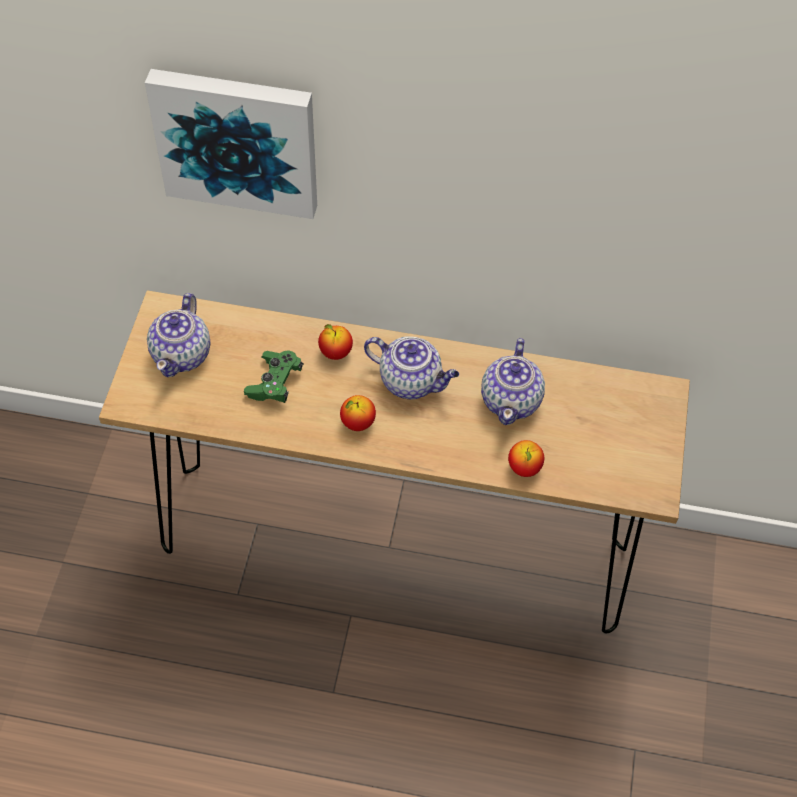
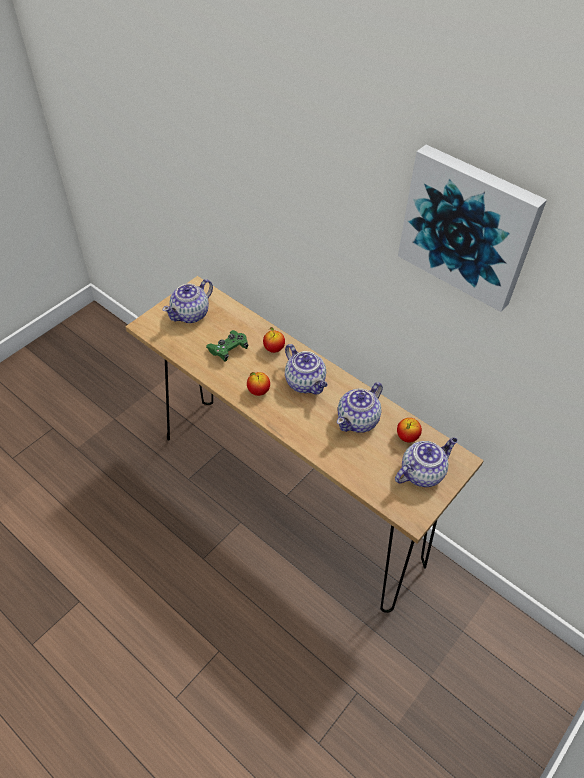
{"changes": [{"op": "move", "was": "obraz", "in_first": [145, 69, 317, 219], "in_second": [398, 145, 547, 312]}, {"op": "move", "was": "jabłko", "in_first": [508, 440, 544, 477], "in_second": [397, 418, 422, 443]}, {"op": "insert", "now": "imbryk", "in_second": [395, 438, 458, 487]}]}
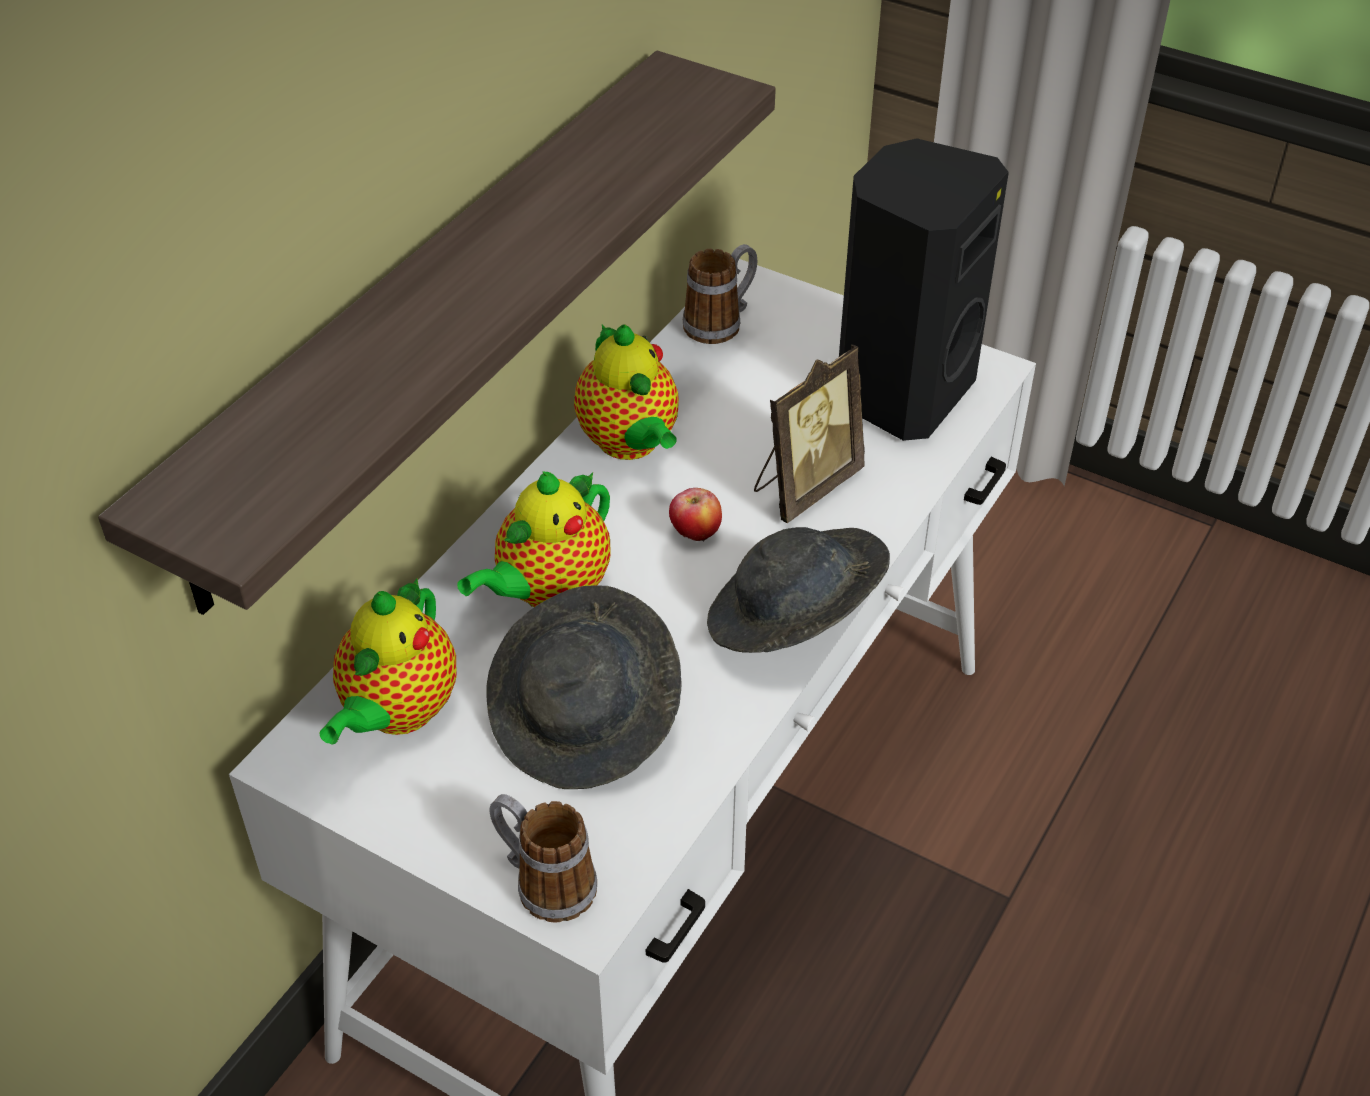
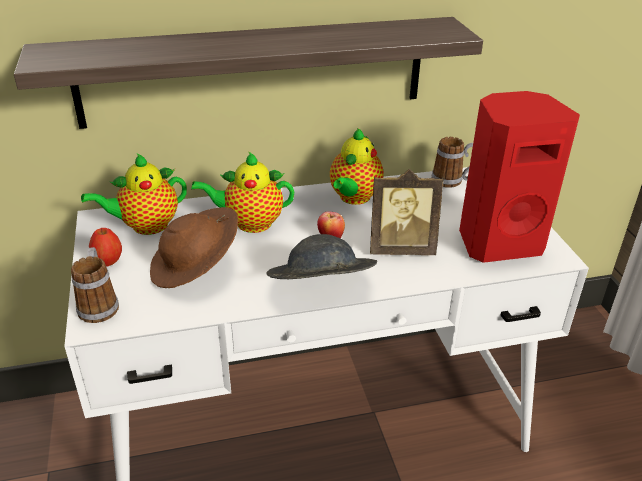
{"changes": [{"op": "recolor", "was": "głośnik [czarny]", "now": "głośnik [czerwony]", "in_first": [839, 138, 1009, 441], "in_second": [459, 91, 580, 263]}, {"op": "recolor", "was": "kapelusz [szary]", "now": "kapelusz [brązowy]", "in_first": [486, 585, 681, 789], "in_second": [150, 207, 238, 288]}, {"op": "insert", "now": "jabłko", "in_second": [89, 228, 122, 267]}]}
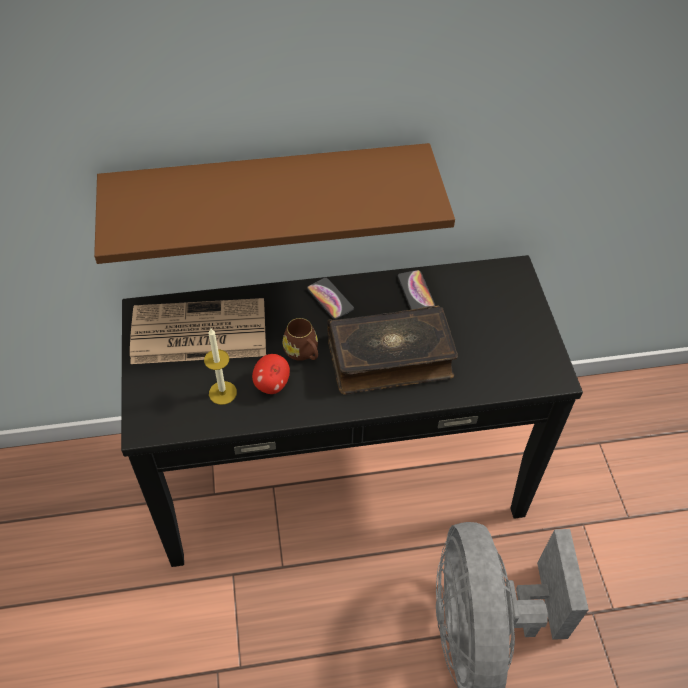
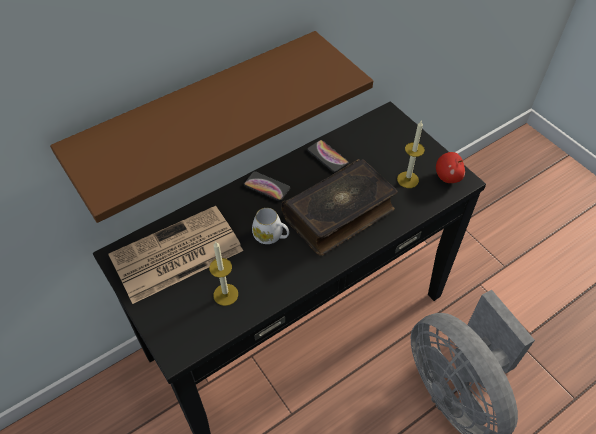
{"changes": [{"op": "recolor", "was": "kubek [brązowy]", "now": "kubek [biały]", "in_first": [283, 318, 318, 361], "in_second": [252, 208, 289, 244]}, {"op": "move", "was": "jabłko", "in_first": [252, 354, 290, 394], "in_second": [436, 152, 465, 183]}, {"op": "insert", "now": "świeca", "in_second": [397, 121, 425, 188]}]}
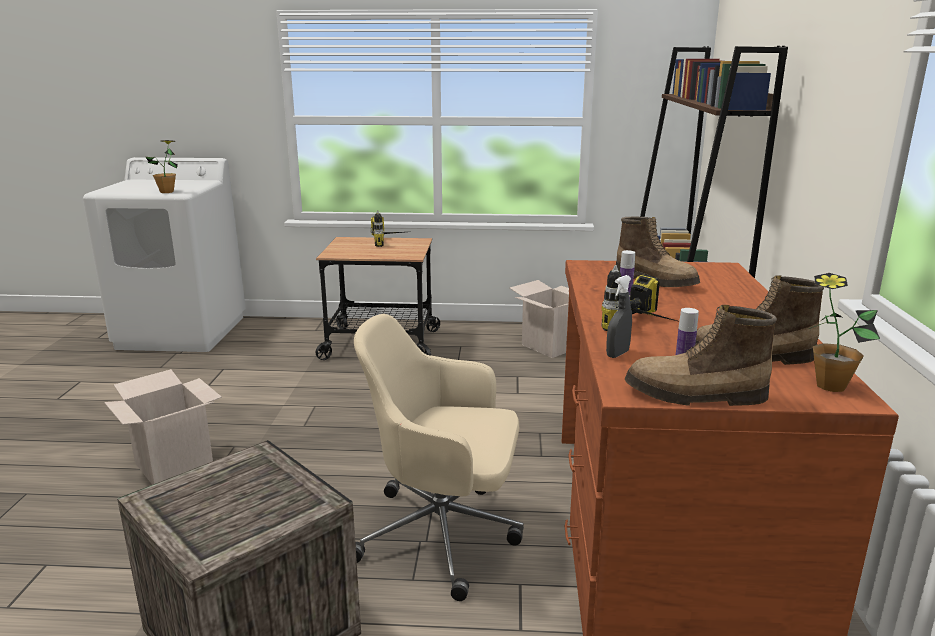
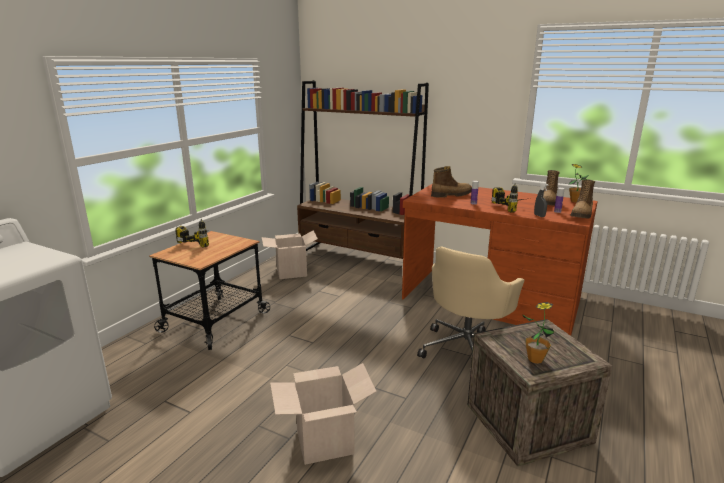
{"changes": [{"op": "move", "was": "roślina doniczkowa", "in_first": [146, 140, 178, 193], "in_second": [522, 302, 555, 364]}]}
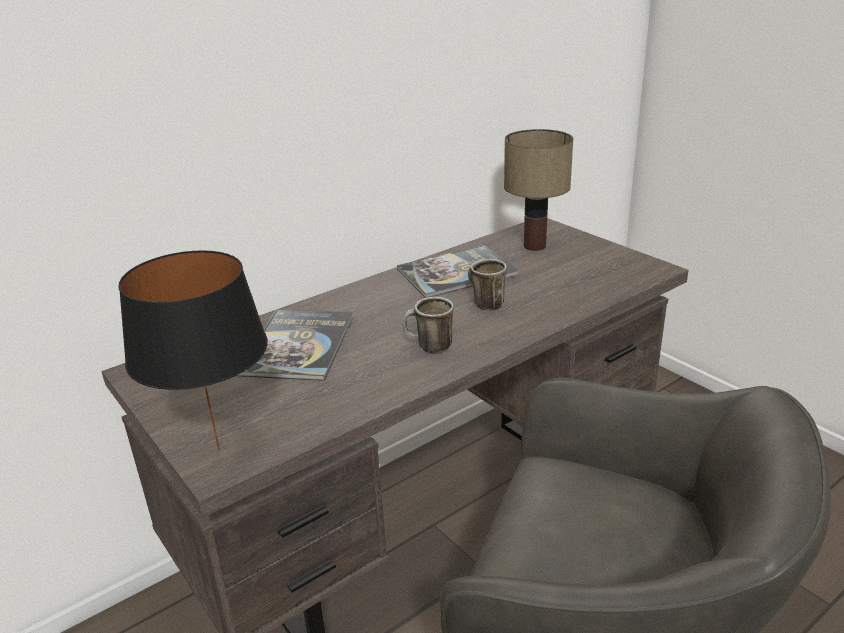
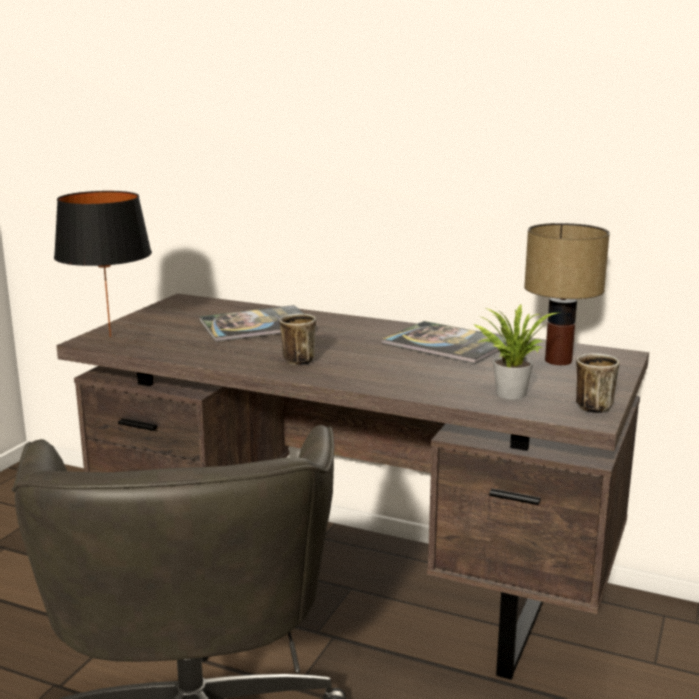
{"changes": [{"op": "move", "was": "kubek", "in_first": [468, 259, 507, 311], "in_second": [576, 353, 619, 413]}, {"op": "insert", "now": "roślina doniczkowa", "in_second": [473, 304, 557, 400]}]}
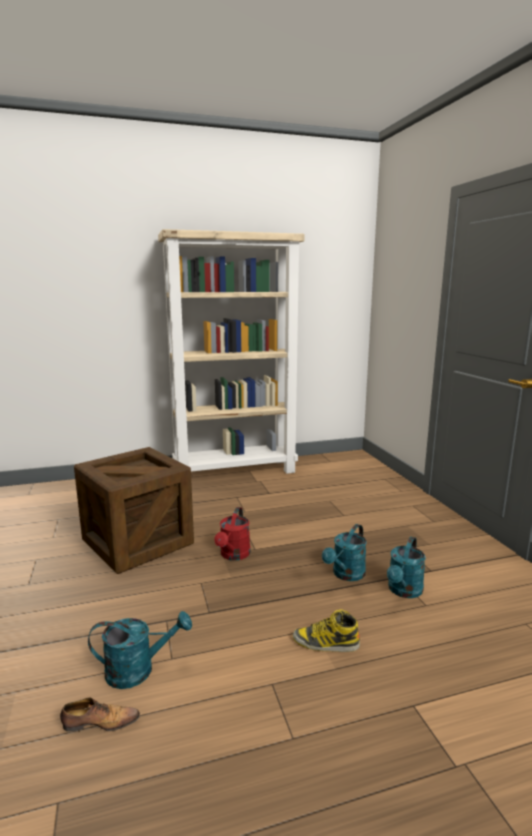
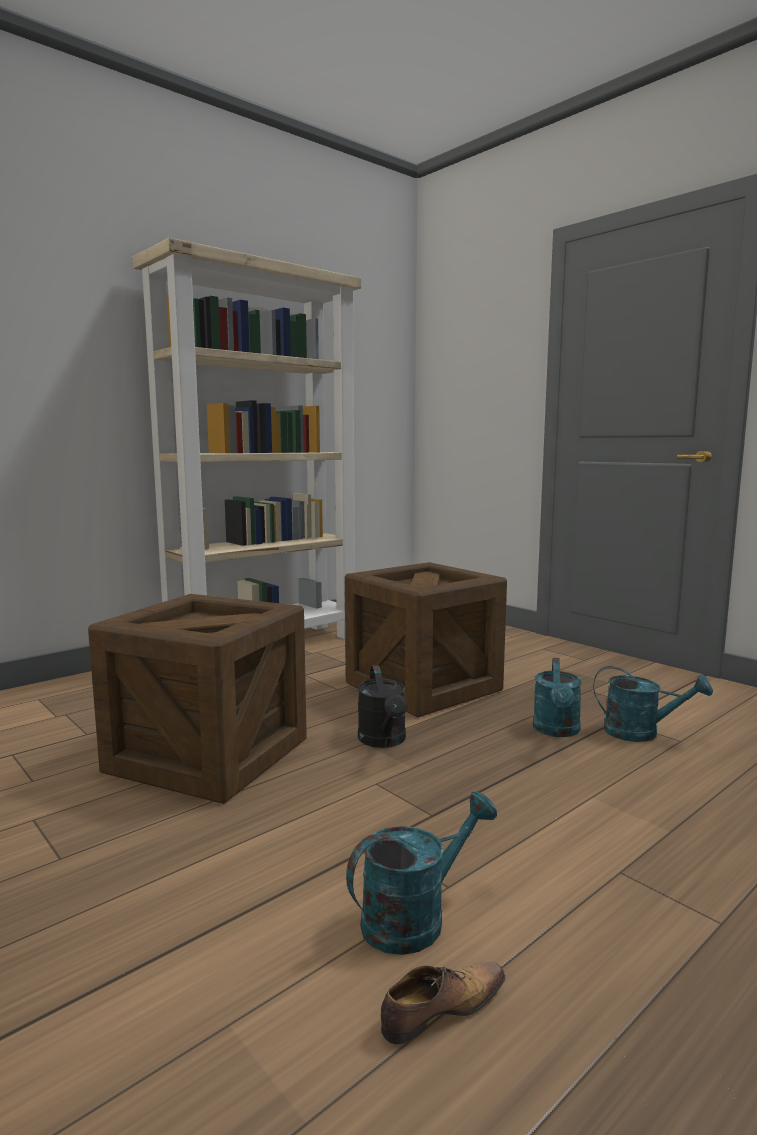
{"changes": [{"op": "recolor", "was": "konewka [czerwony]", "now": "konewka [czarny]", "in_first": [214, 507, 251, 561], "in_second": [358, 665, 408, 748]}, {"op": "rotate", "was": "konewka [turkusowy]", "in_first": [387, 537, 426, 598], "in_second": [593, 666, 713, 742], "clockwise": -75}, {"op": "delete", "was": "but z cholewką", "in_first": [293, 609, 360, 652]}, {"op": "insert", "now": "skrzynka", "in_second": [345, 562, 507, 717]}]}
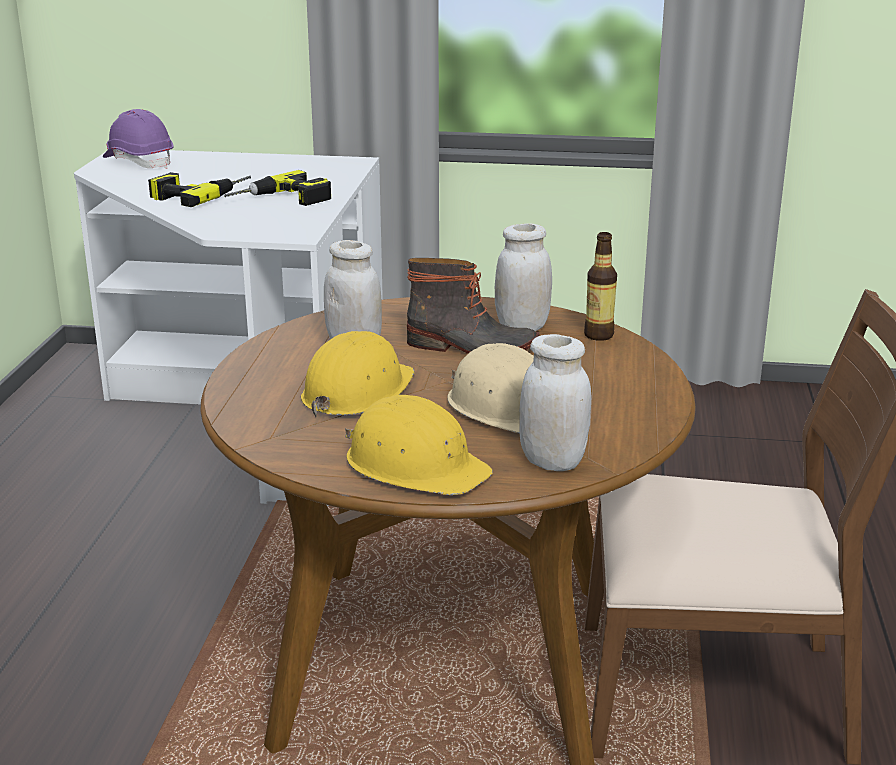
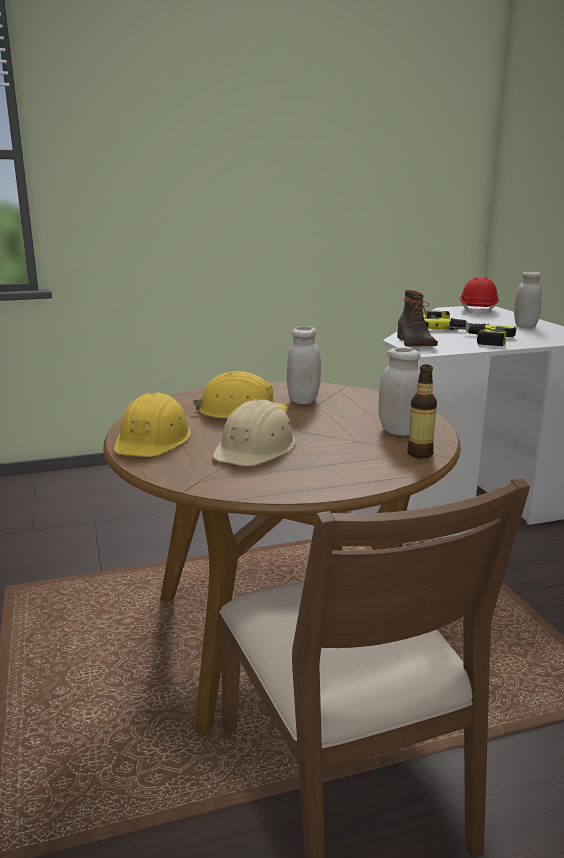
{"changes": [{"op": "recolor", "was": "kask [fioletowy]", "now": "kask [czerwony]", "in_first": [103, 109, 173, 169], "in_second": [459, 277, 499, 316]}, {"op": "move", "was": "but z cholewką", "in_first": [407, 258, 540, 354], "in_second": [397, 290, 438, 347]}, {"op": "move", "was": "słoik [biały]", "in_first": [519, 334, 591, 471], "in_second": [514, 271, 542, 328]}]}
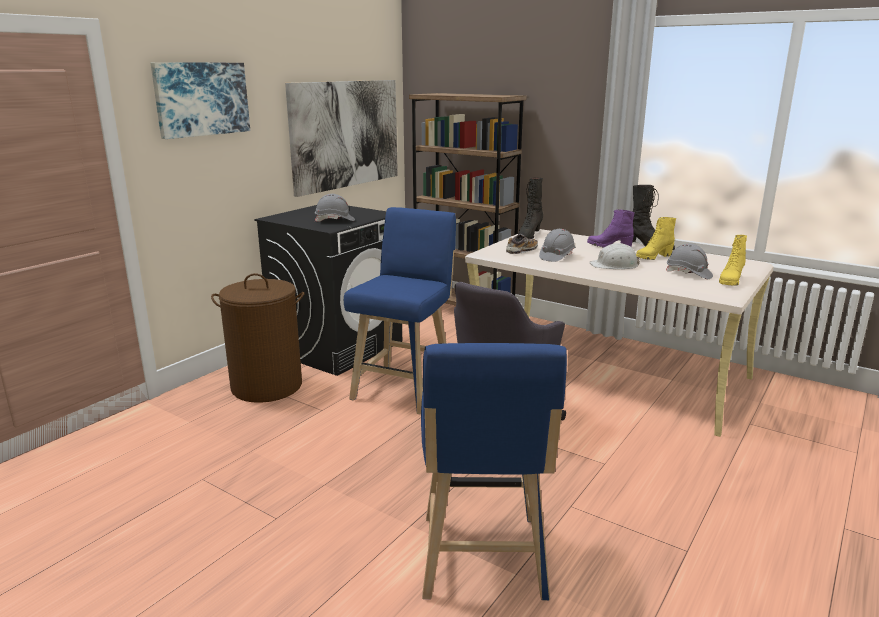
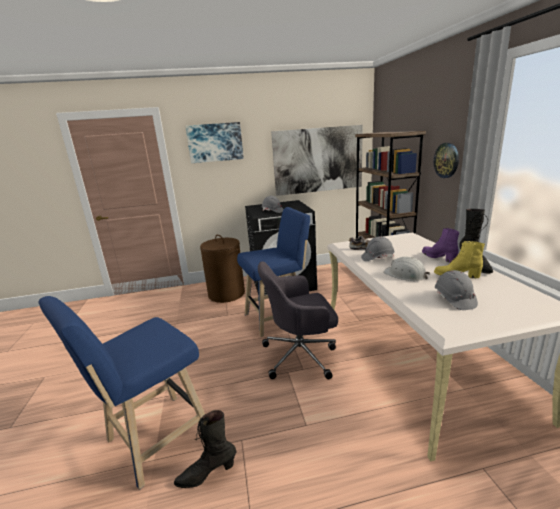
{"changes": [{"op": "move", "was": "but z cholewką [czarny]", "in_first": [518, 177, 543, 239], "in_second": [174, 410, 237, 488]}, {"op": "delete", "was": "but z cholewką [żółty]", "in_first": [719, 235, 747, 286]}, {"op": "insert", "now": "zegar ścienny", "in_second": [434, 143, 459, 178]}]}
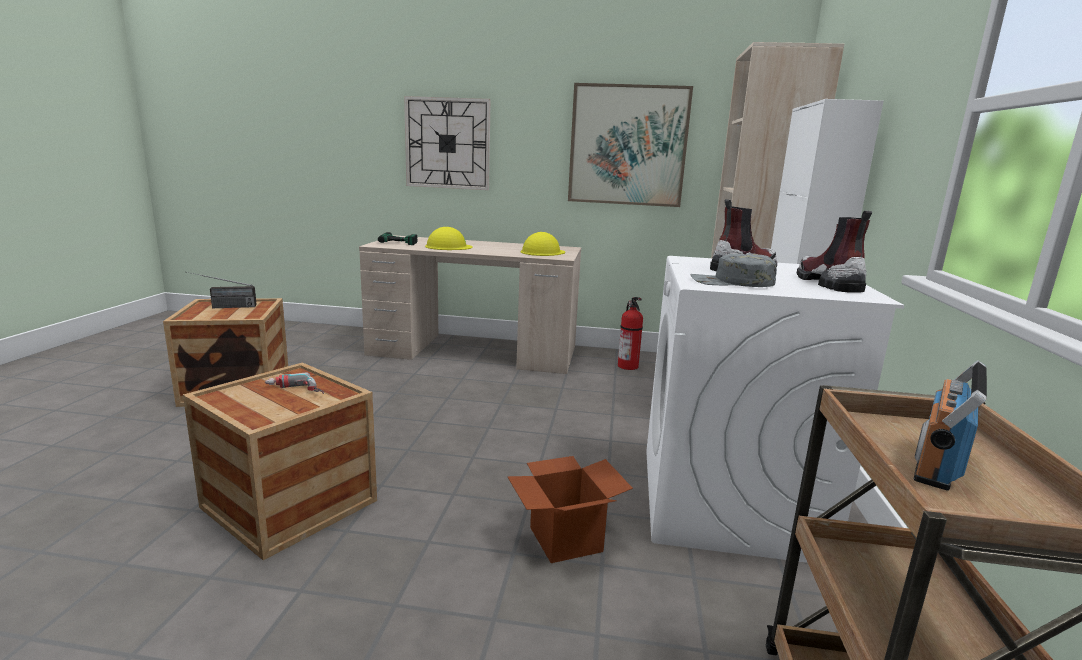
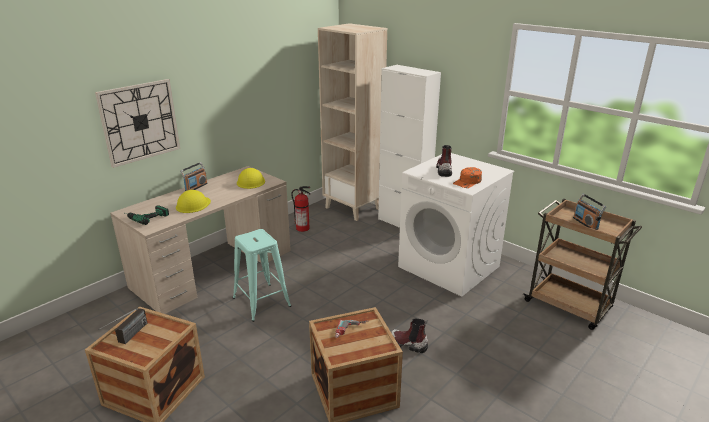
{"changes": [{"op": "delete", "was": "obraz", "in_first": [568, 83, 693, 207]}, {"op": "move", "was": "but z cholewką", "in_first": [797, 211, 872, 293], "in_second": [391, 319, 428, 353]}, {"op": "recolor", "was": "czapka z daszkiem [szary]", "now": "czapka z daszkiem [pomarańczowy]", "in_first": [690, 253, 777, 287], "in_second": [453, 167, 482, 188]}, {"op": "delete", "was": "karton", "in_first": [507, 456, 633, 563]}, {"op": "insert", "now": "radio", "in_second": [180, 162, 208, 191]}, {"op": "insert", "now": "stołek [turkusowy]", "in_second": [233, 229, 291, 322]}]}
